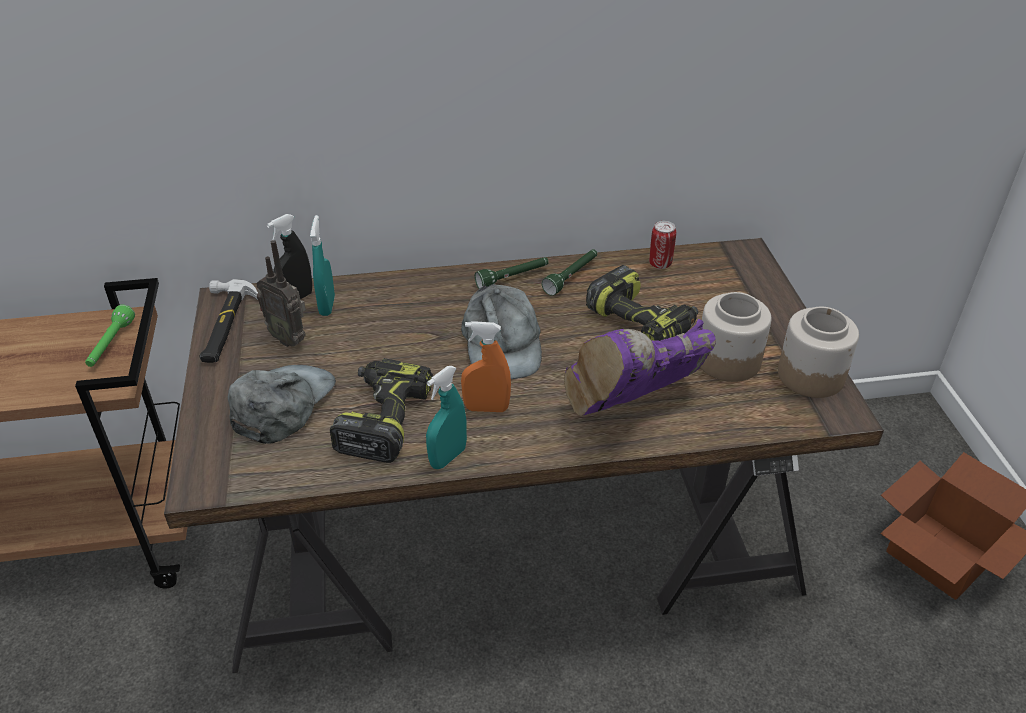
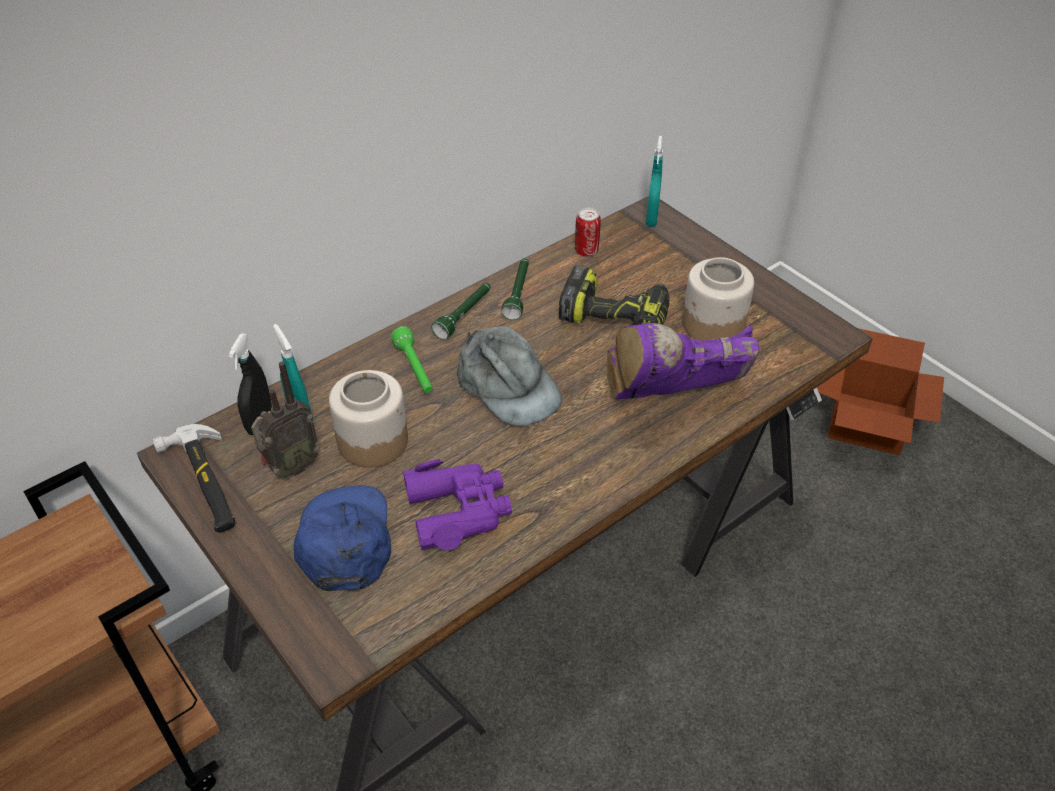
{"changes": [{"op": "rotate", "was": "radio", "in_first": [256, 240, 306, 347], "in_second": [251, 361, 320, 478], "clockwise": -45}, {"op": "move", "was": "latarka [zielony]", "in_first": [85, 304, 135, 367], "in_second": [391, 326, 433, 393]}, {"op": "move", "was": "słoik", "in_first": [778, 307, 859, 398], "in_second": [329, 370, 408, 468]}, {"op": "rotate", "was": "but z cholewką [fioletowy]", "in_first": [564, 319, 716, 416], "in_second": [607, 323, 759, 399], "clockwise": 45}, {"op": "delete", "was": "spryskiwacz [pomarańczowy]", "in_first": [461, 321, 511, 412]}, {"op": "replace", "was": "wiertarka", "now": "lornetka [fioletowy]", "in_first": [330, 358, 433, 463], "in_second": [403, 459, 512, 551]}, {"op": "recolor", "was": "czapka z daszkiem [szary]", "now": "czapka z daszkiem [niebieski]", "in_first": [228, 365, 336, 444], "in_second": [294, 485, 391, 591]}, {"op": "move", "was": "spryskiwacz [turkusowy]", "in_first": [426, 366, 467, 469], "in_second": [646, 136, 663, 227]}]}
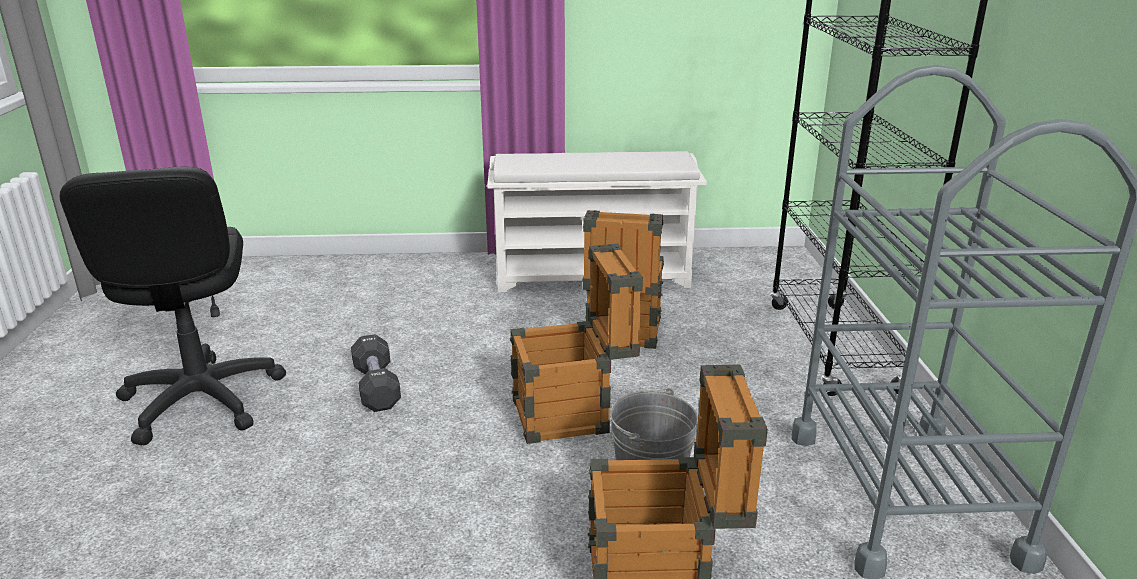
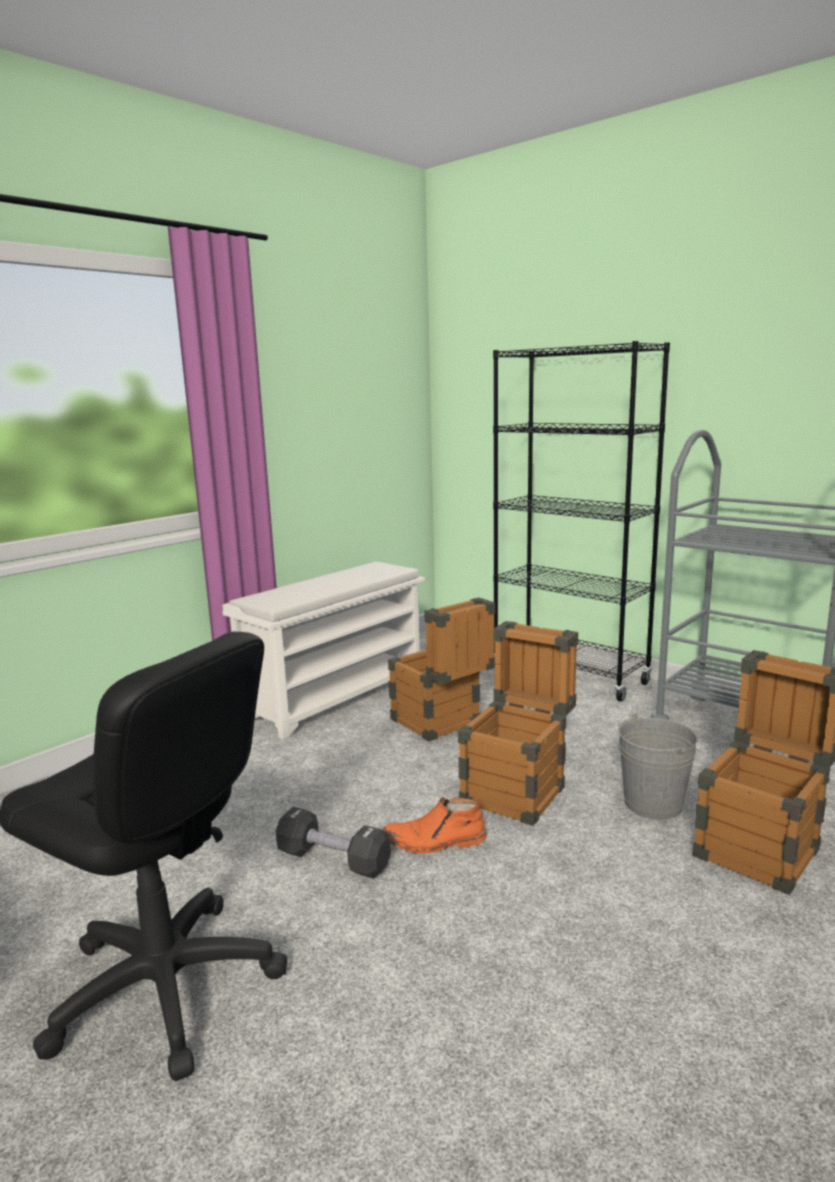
{"changes": [{"op": "insert", "now": "but z cholewką [pomarańczowy]", "in_second": [383, 797, 487, 854]}]}
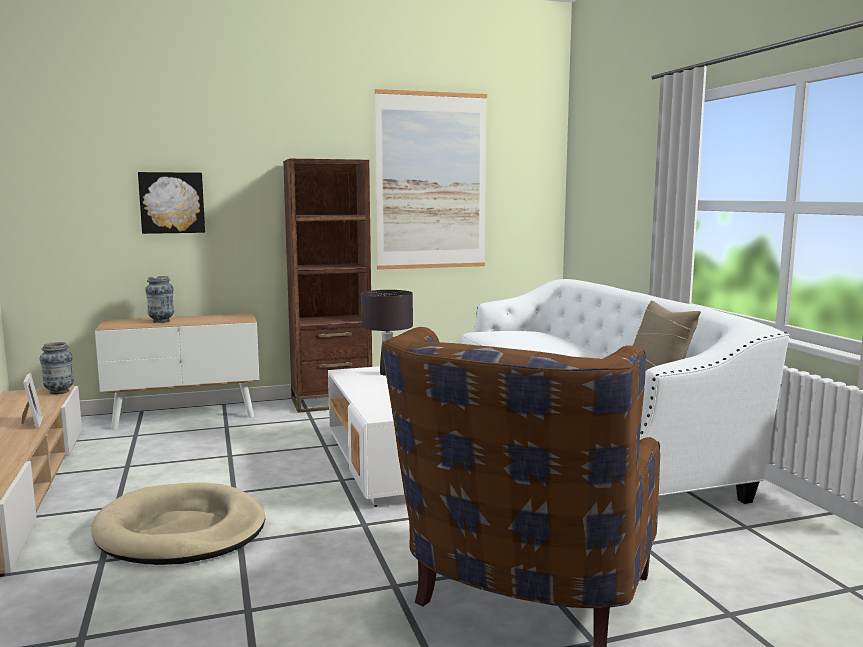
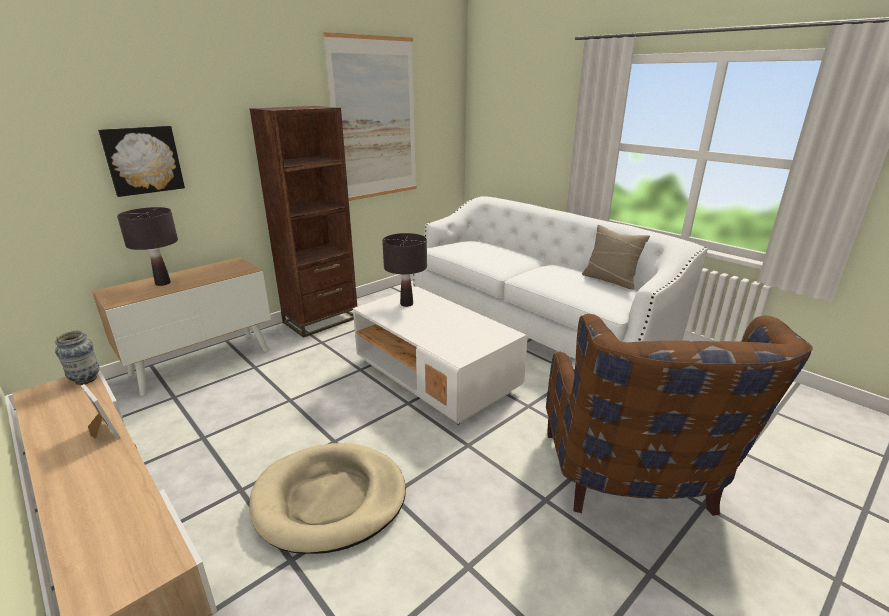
{"changes": [{"op": "replace", "was": "wazon", "now": "lampa stołowa [czarny]", "in_first": [145, 276, 174, 323], "in_second": [117, 207, 178, 286]}]}
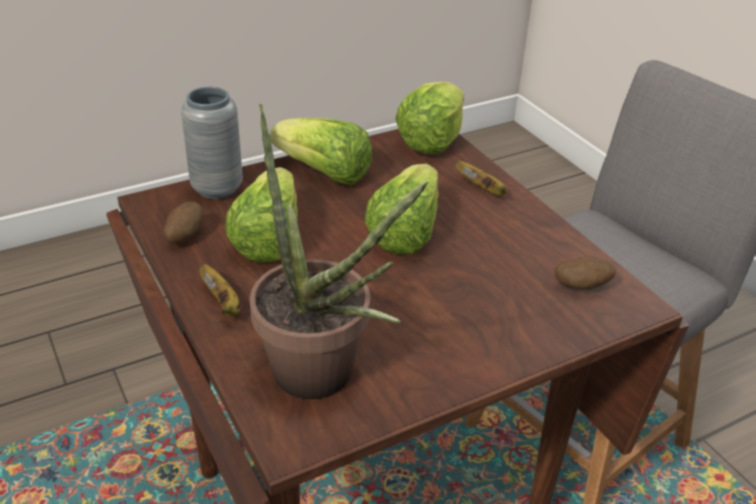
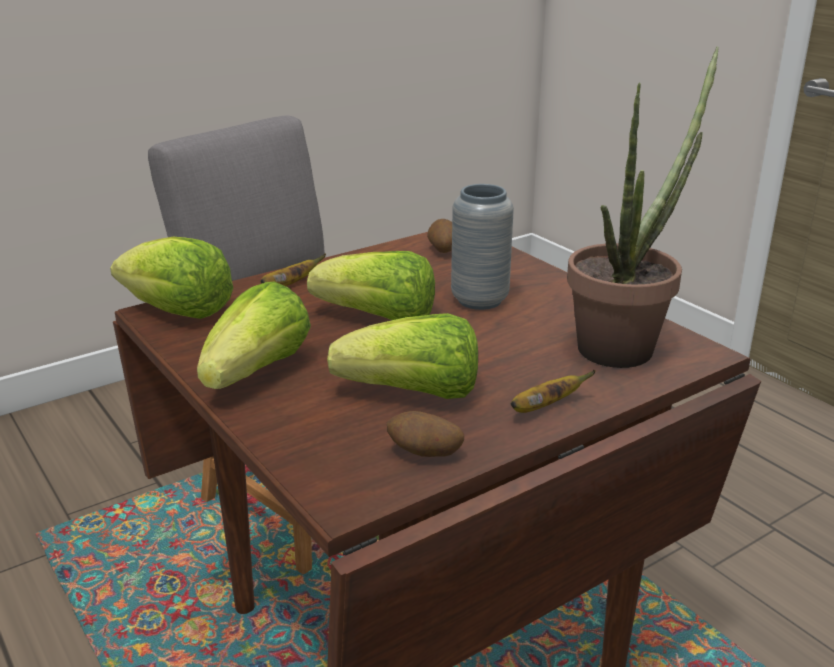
{"changes": [{"op": "move", "was": "wazon [szary]", "in_first": [181, 87, 243, 199], "in_second": [451, 184, 514, 310]}]}
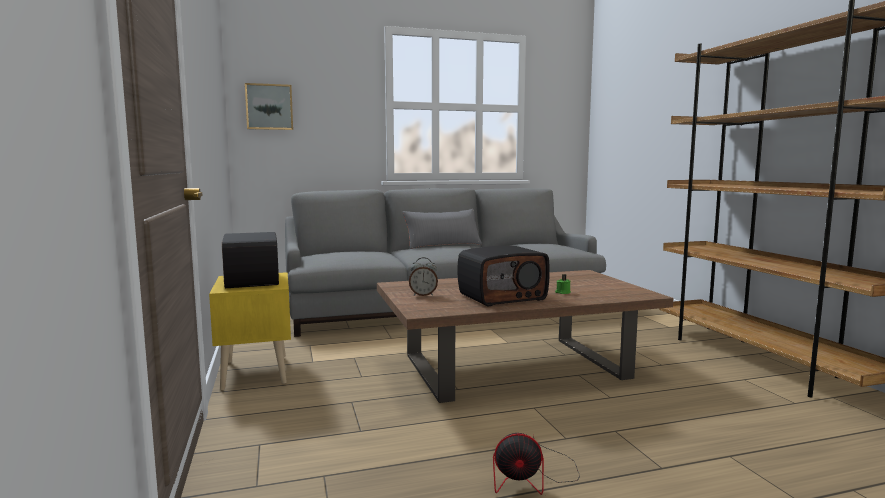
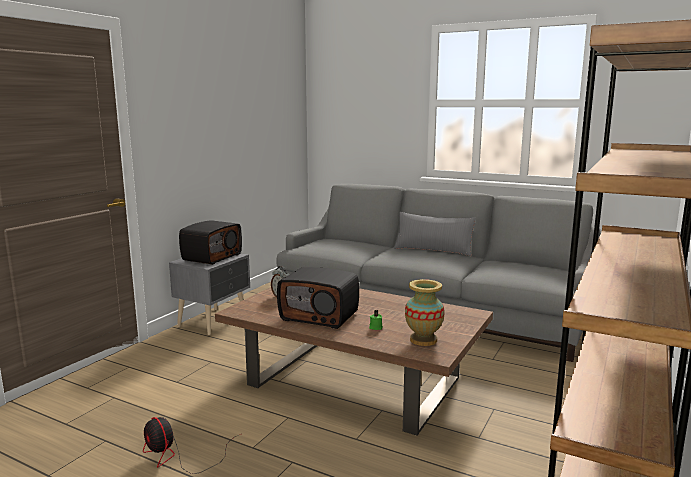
{"changes": [{"op": "delete", "was": "obraz", "in_first": [245, 83, 293, 130]}, {"op": "recolor", "was": "szafka nocna [żółty]", "now": "szafka nocna [szary]", "in_first": [209, 272, 291, 390], "in_second": [169, 253, 250, 335]}, {"op": "insert", "now": "wazon", "in_second": [405, 279, 445, 346]}]}
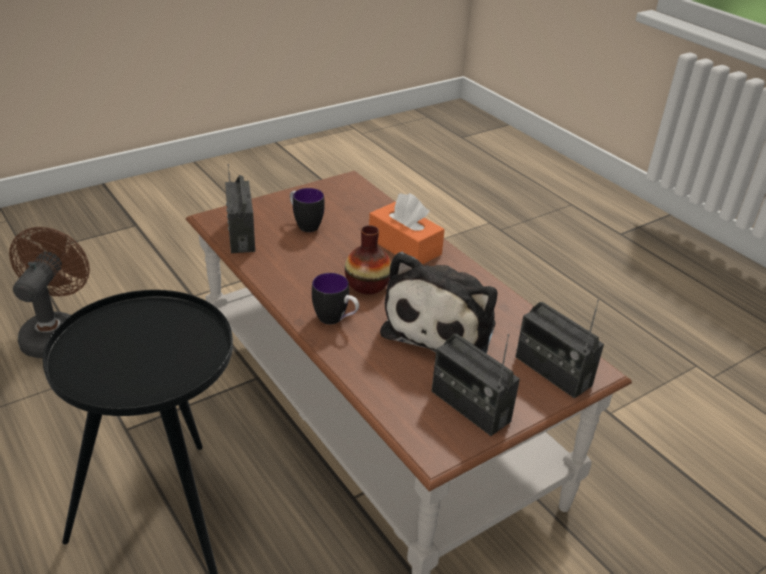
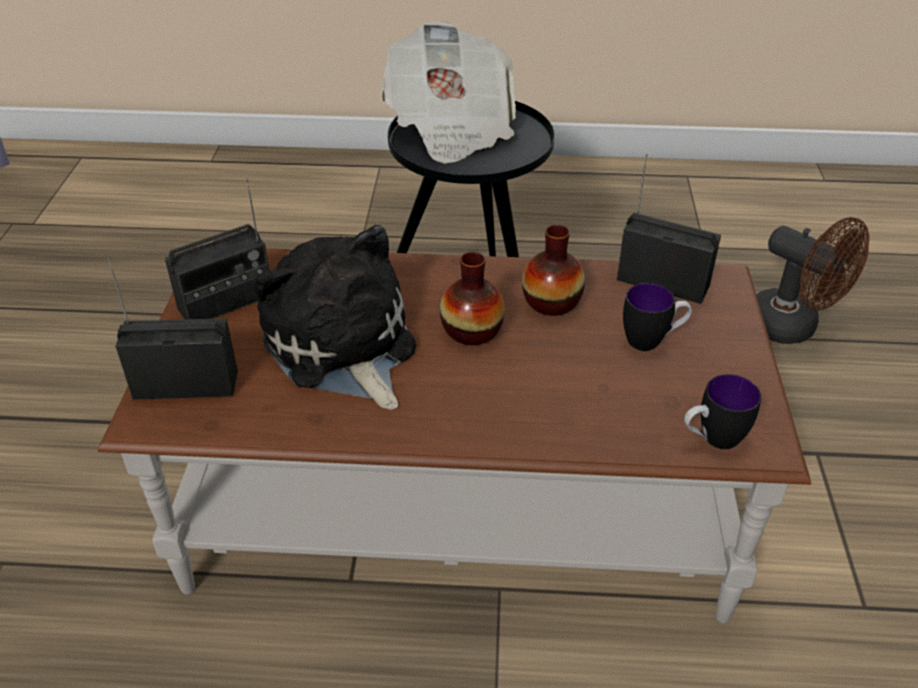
{"changes": [{"op": "delete", "was": "pudełko chusteczek [pomarańczowy]", "in_first": [369, 193, 445, 265]}, {"op": "move", "was": "kubek", "in_first": [312, 273, 359, 325], "in_second": [684, 374, 761, 449]}, {"op": "rotate", "was": "radio", "in_first": [432, 334, 520, 436], "in_second": [165, 179, 269, 319], "clockwise": 150}, {"op": "insert", "now": "gazeta", "in_second": [381, 21, 516, 164]}, {"op": "insert", "now": "wazon", "in_second": [522, 225, 585, 316]}]}
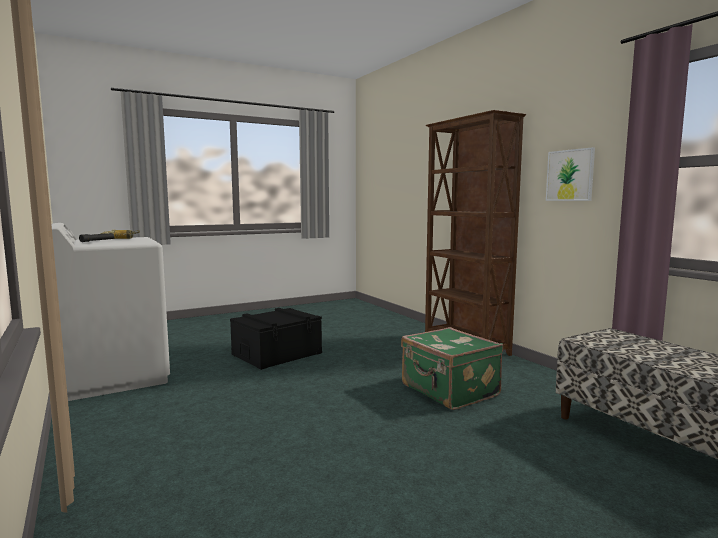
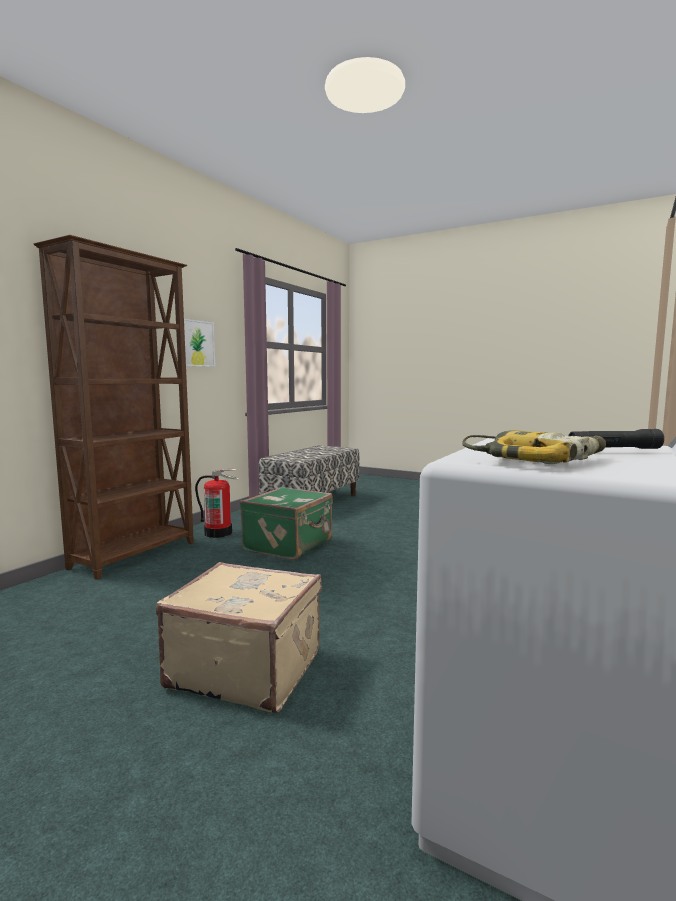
{"changes": [{"op": "replace", "was": "pojemnik do przechowywania [czarny]", "now": "walizka [beżowy]", "in_first": [230, 308, 322, 370], "in_second": [156, 562, 322, 713]}, {"op": "insert", "now": "gaśnica", "in_second": [195, 469, 240, 538]}]}
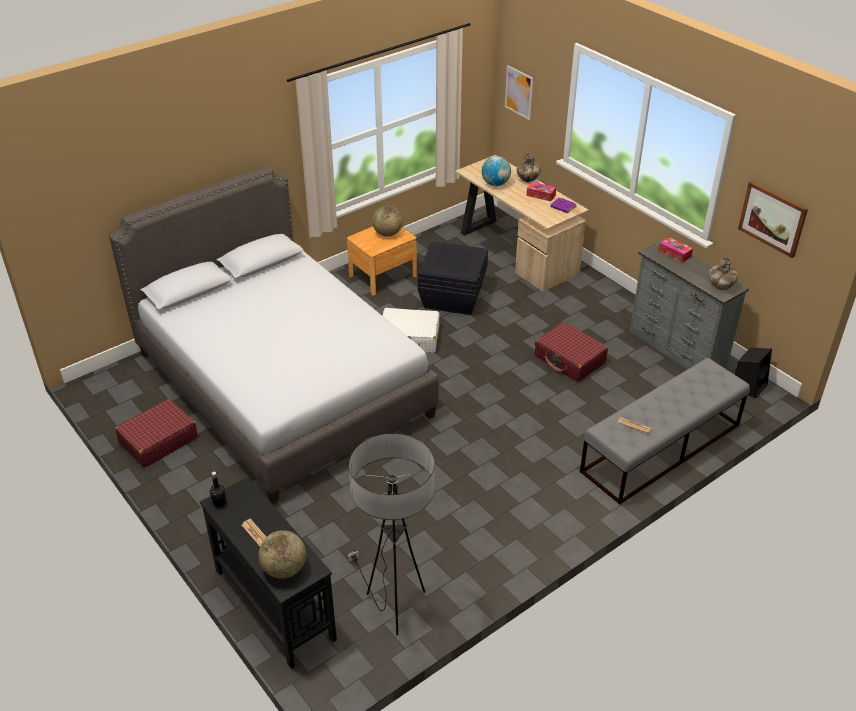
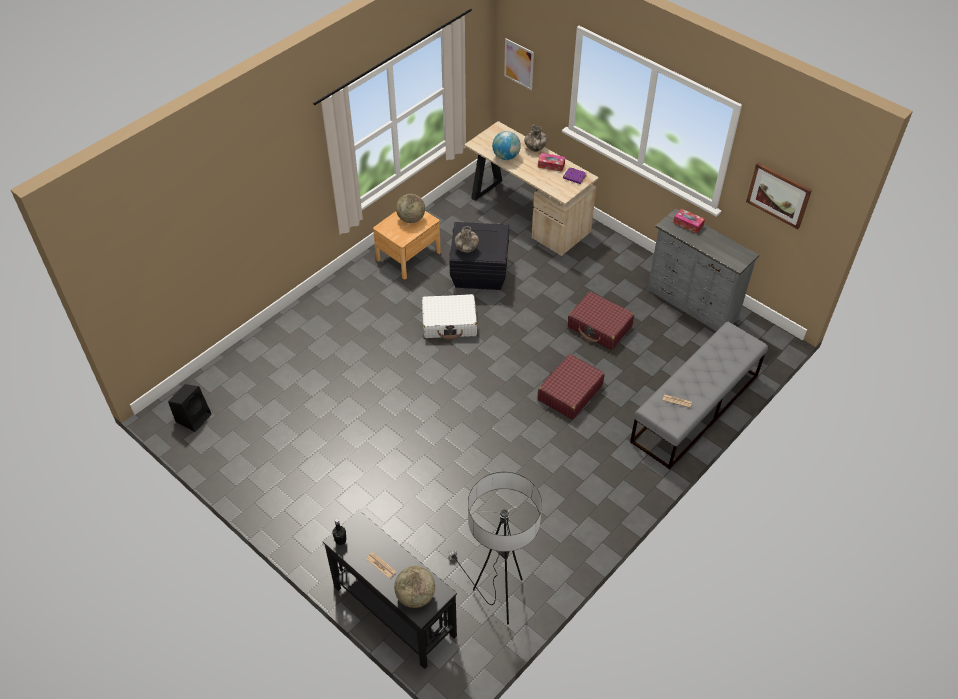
{"changes": [{"op": "delete", "was": "łóżko [szary]", "in_first": [109, 166, 439, 503]}, {"op": "move", "was": "wazon", "in_first": [708, 257, 738, 290], "in_second": [455, 226, 479, 253]}, {"op": "move", "was": "głośnik [czarny]", "in_first": [735, 348, 772, 399], "in_second": [168, 384, 211, 432]}, {"op": "move", "was": "walizka [czerwony]", "in_first": [115, 399, 198, 468], "in_second": [538, 354, 605, 420]}]}
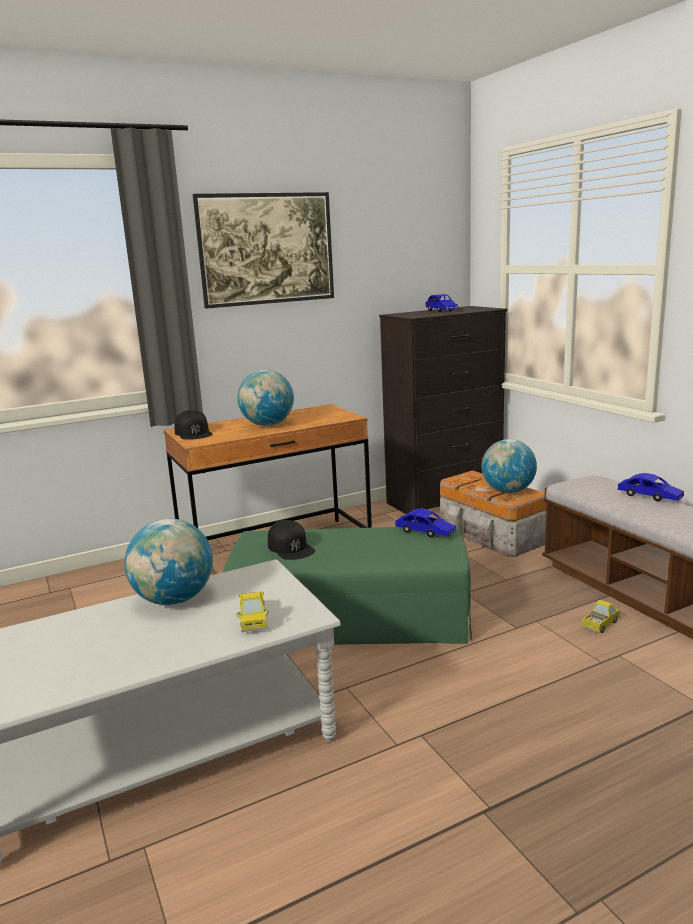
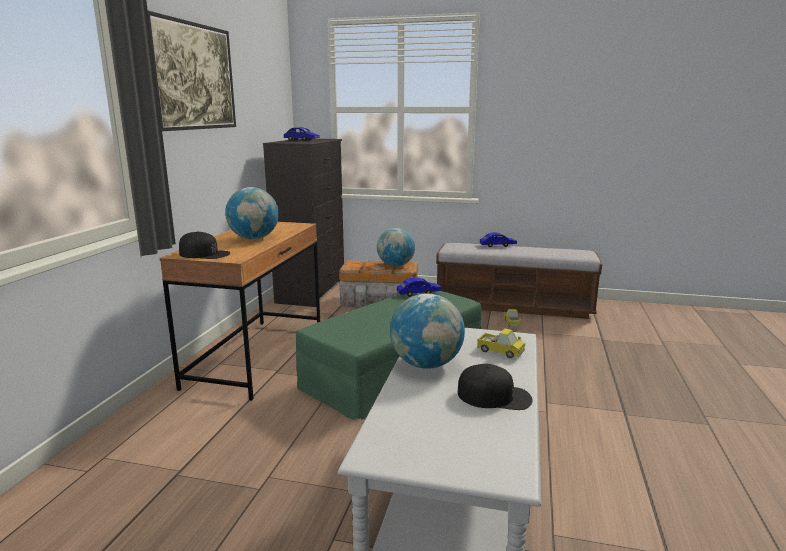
{"changes": [{"op": "move", "was": "czapka z daszkiem [czarny]", "in_first": [268, 520, 315, 560], "in_second": [457, 364, 533, 410]}]}
